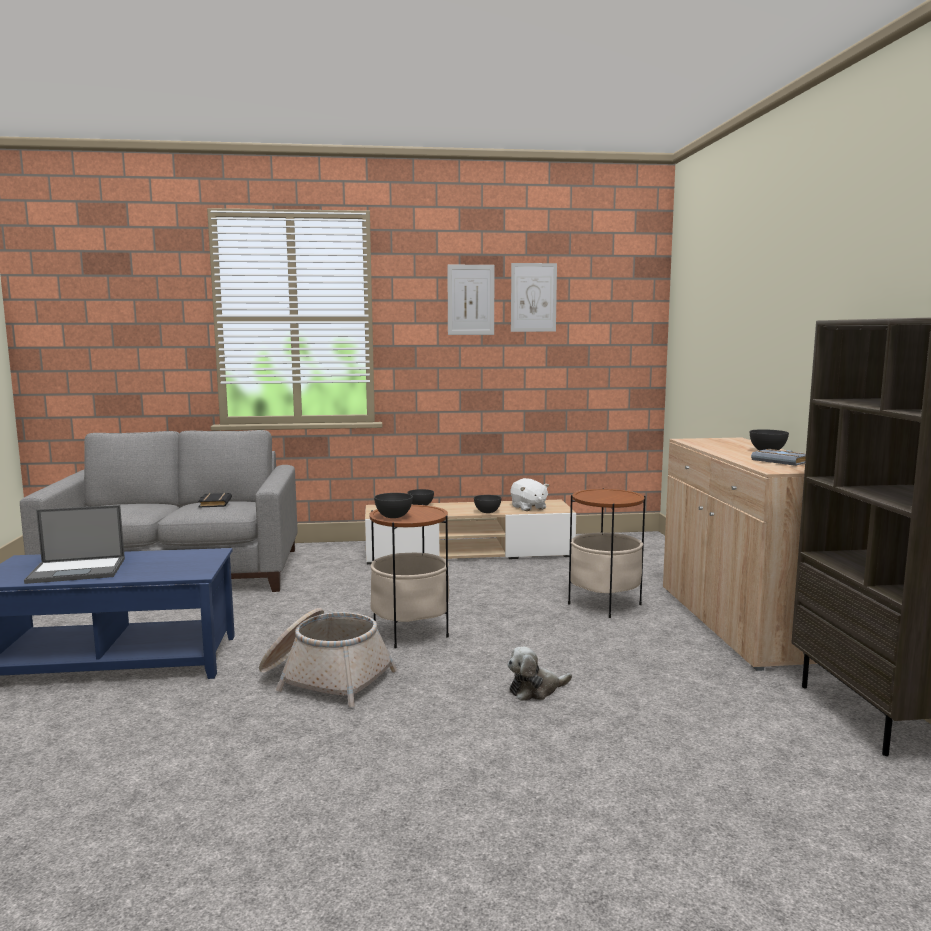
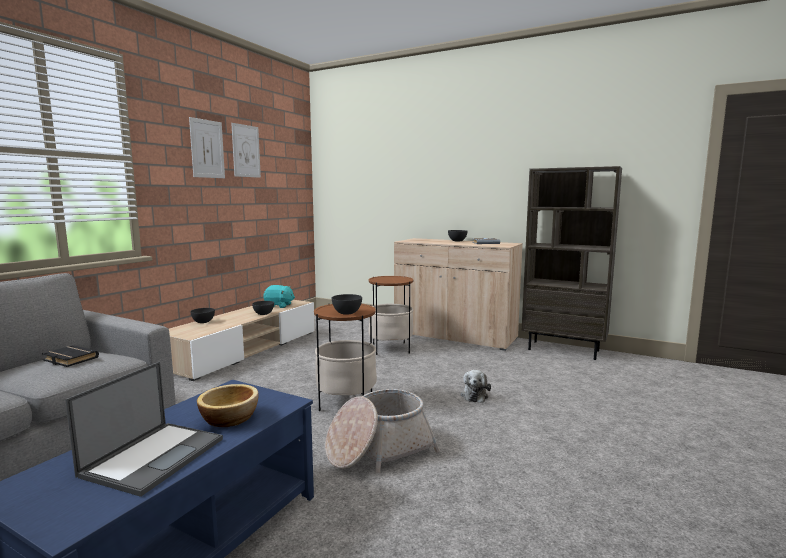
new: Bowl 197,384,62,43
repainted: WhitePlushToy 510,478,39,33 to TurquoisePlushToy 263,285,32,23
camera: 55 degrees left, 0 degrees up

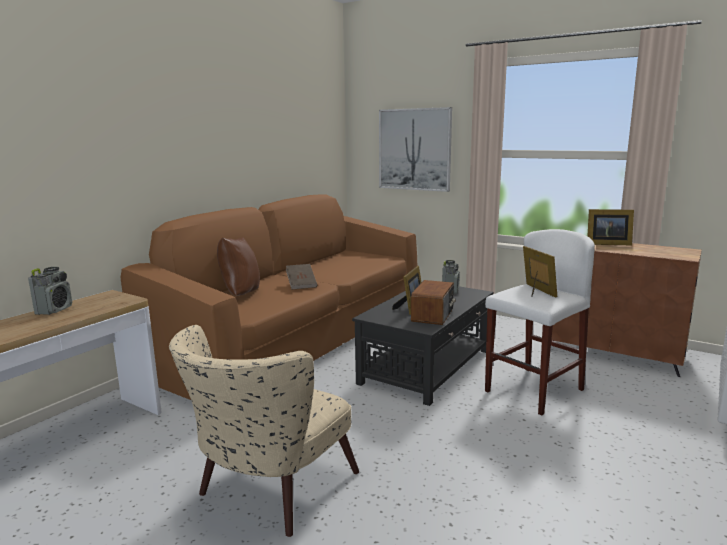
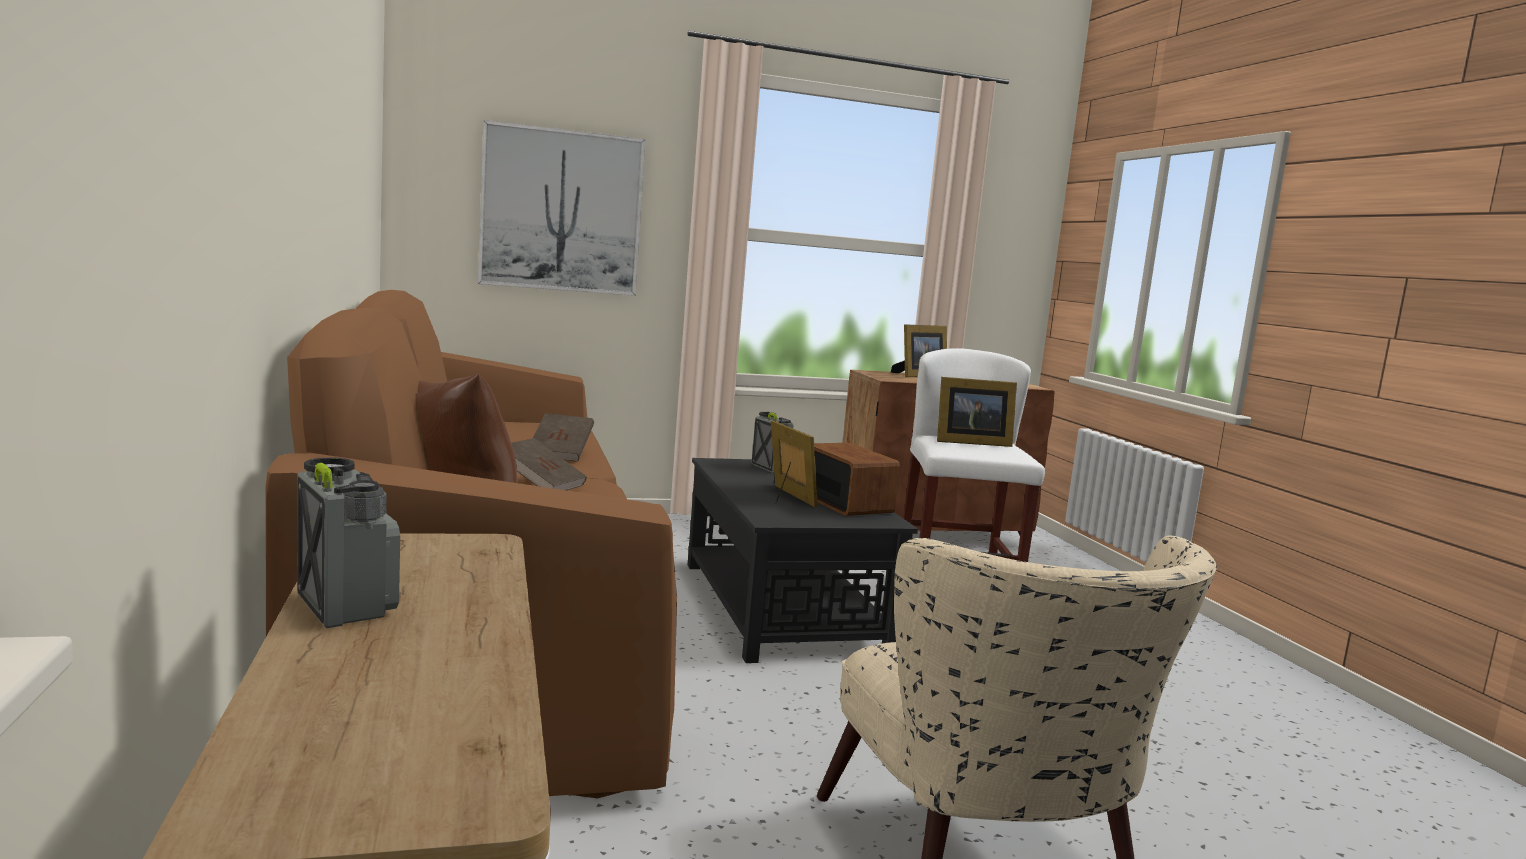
new: BrownBook 533,413,61,49
rotated: PictureFrame 523,246,34,52 = 937,377,80,70 150 degrees clockwise
camera: 50 degrees left, 5 degrees down

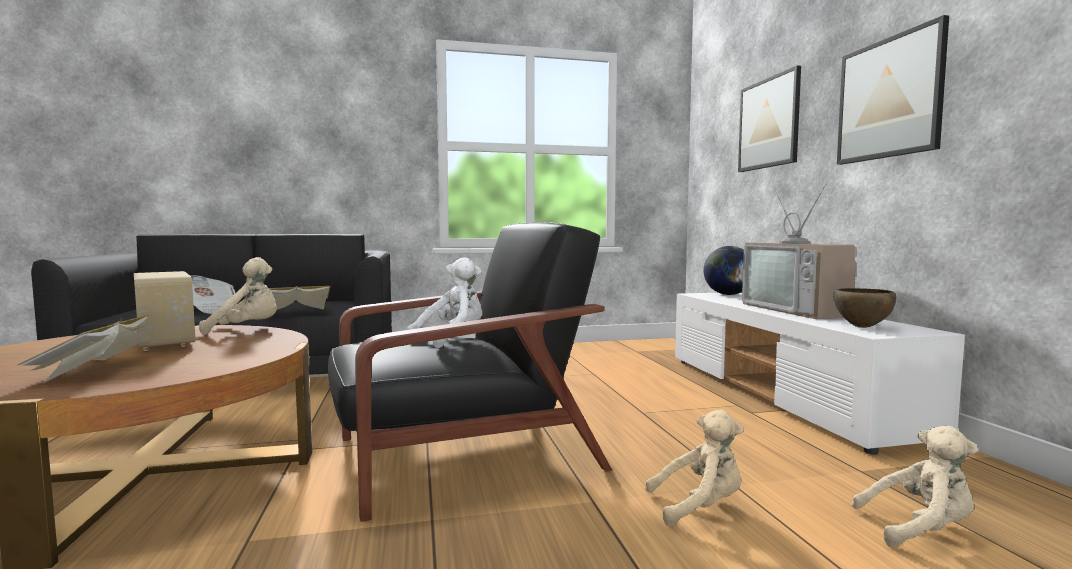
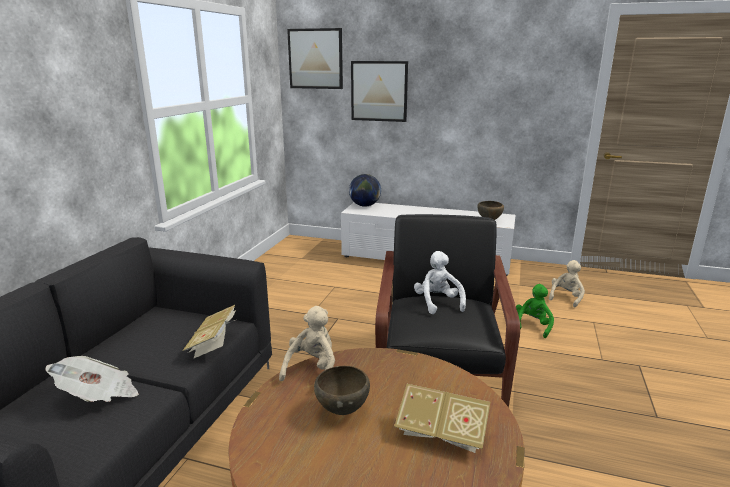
gone: Television 742,184,114,135
shifted: Picture 837,15,112,150 to 287,28,56,61
swapped: Radio 132,271,63,80 to BrownBowl 314,366,56,49
repainted: BeigePlushToy 645,410,99,116 to GreenPlushToy 516,284,38,54
camera: 60 degrees left, 15 degrees up

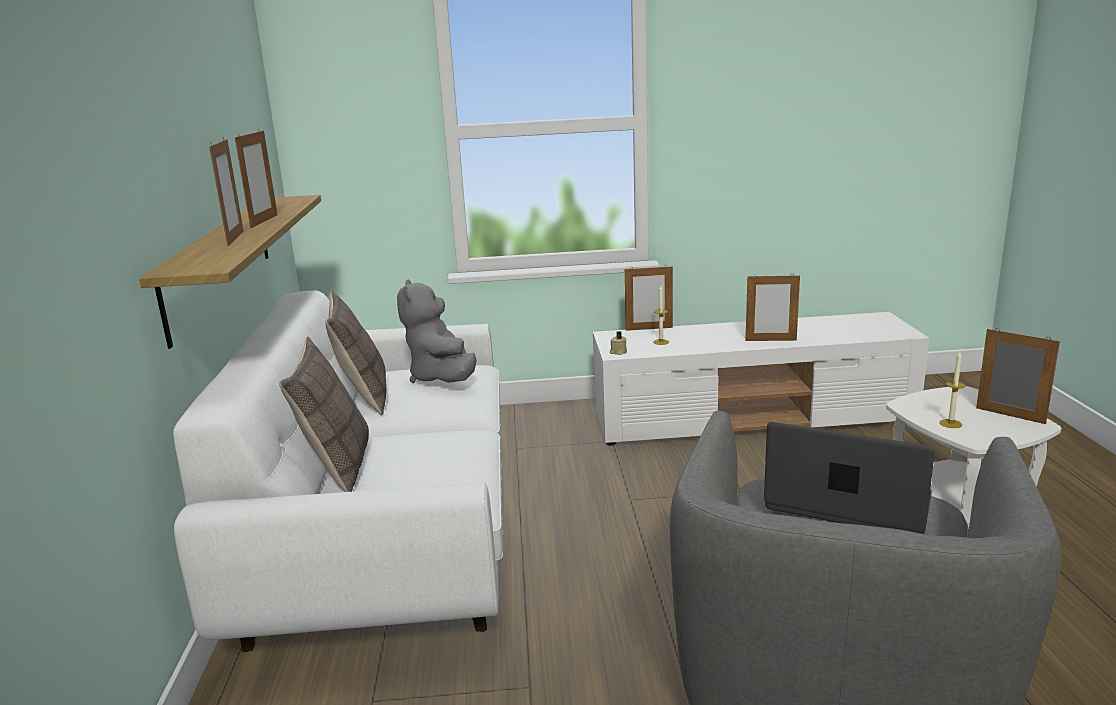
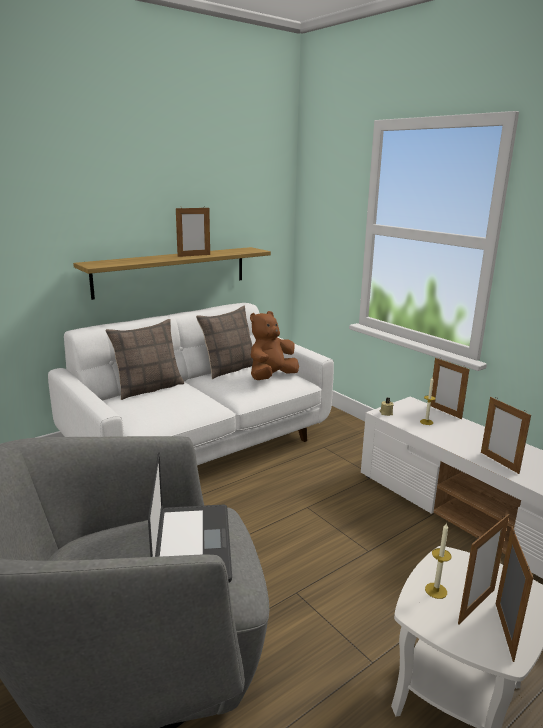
shifted: PictureFrame 209,137,35,109 to 458,514,51,111
repainted: GreyPlushToy 397,279,80,104 to BrownPlushToy 250,311,49,69
camera: 55 degrees right, 0 degrees up

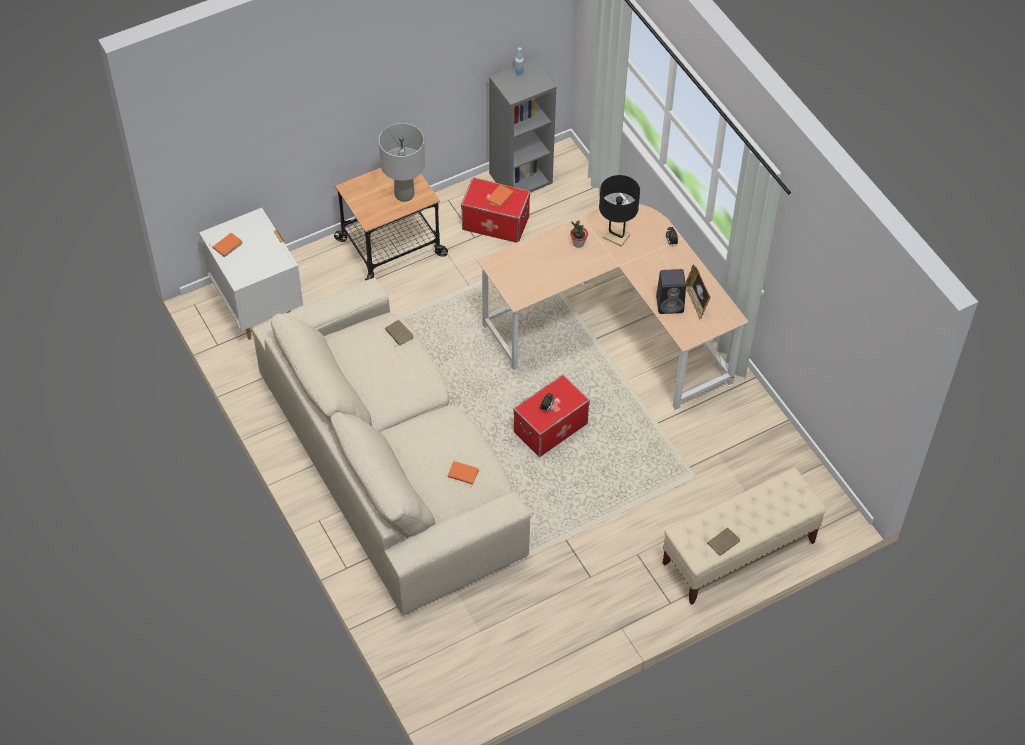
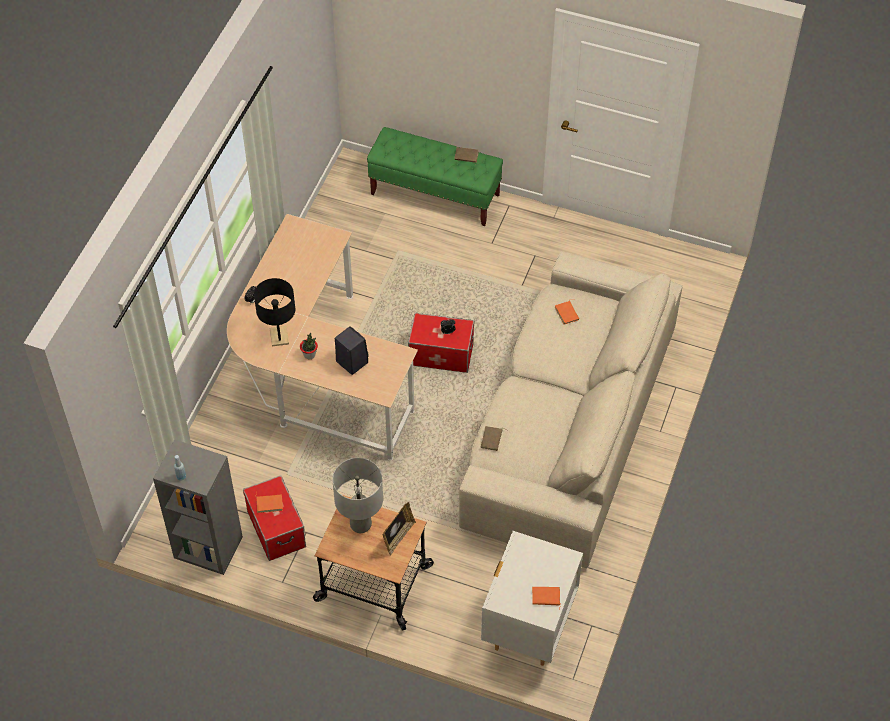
shifted: BlackSpeaker 656,269,30,45 to 335,326,34,49; PictureFrame 686,265,25,55 to 382,502,34,54
repainted: BeigeBench 663,468,163,137 to GreenBench 367,127,136,99
camera: 130 degrees left, 0 degrees up

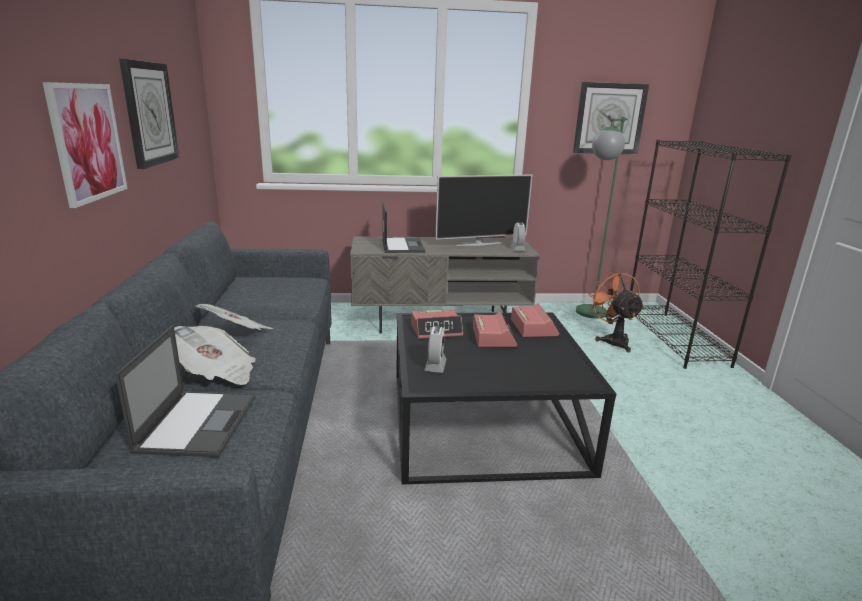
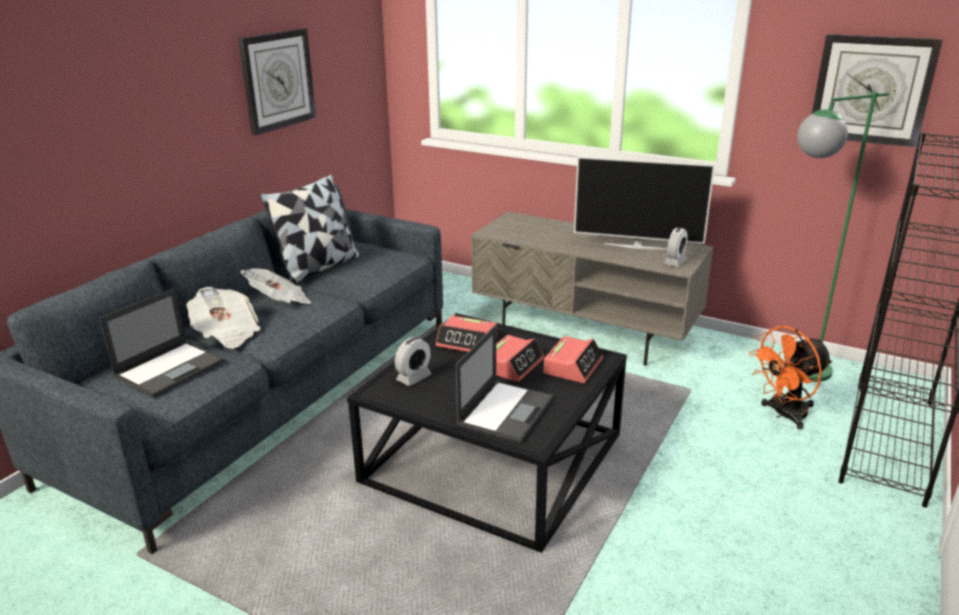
gone: Picture 42,82,86,126
new: Pillow 259,174,101,110
shifted: Laptop 382,202,43,51 to 456,325,98,118
rotated: OrangeFan 588,271,56,81 = 749,326,83,104 135 degrees counterclockwise
camera: 35 degrees right, 5 degrees up

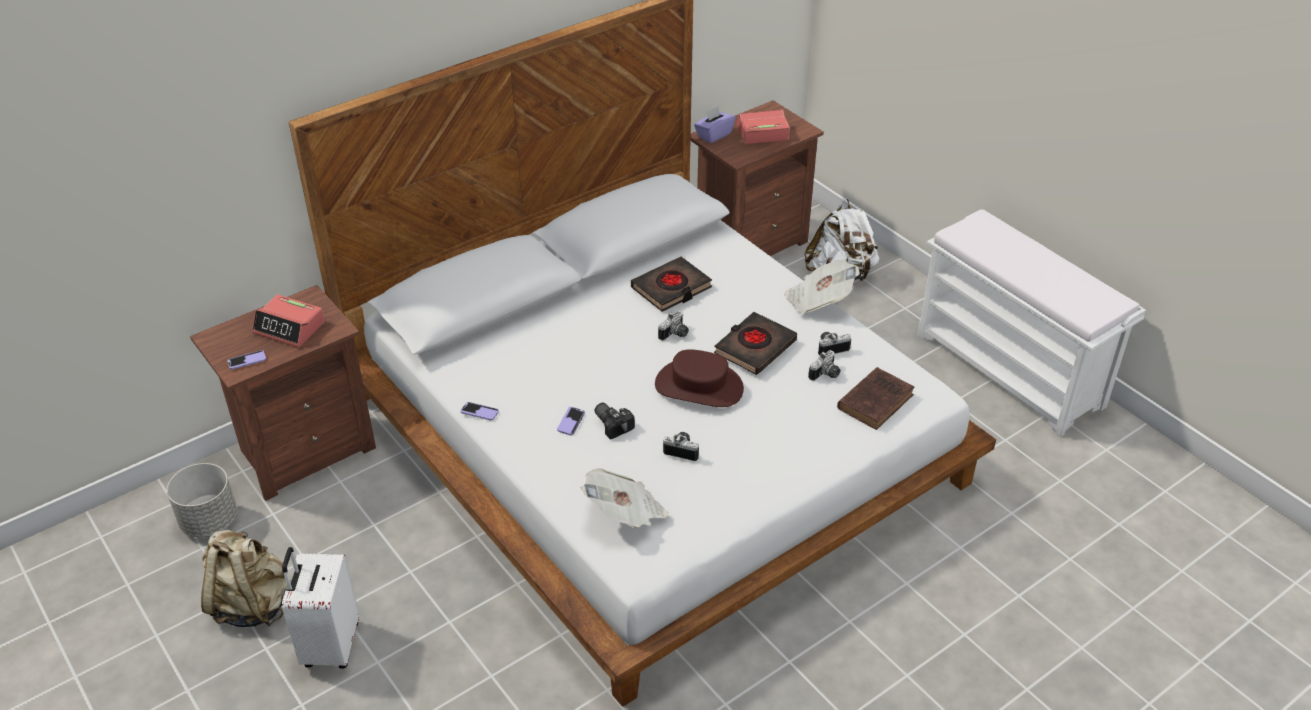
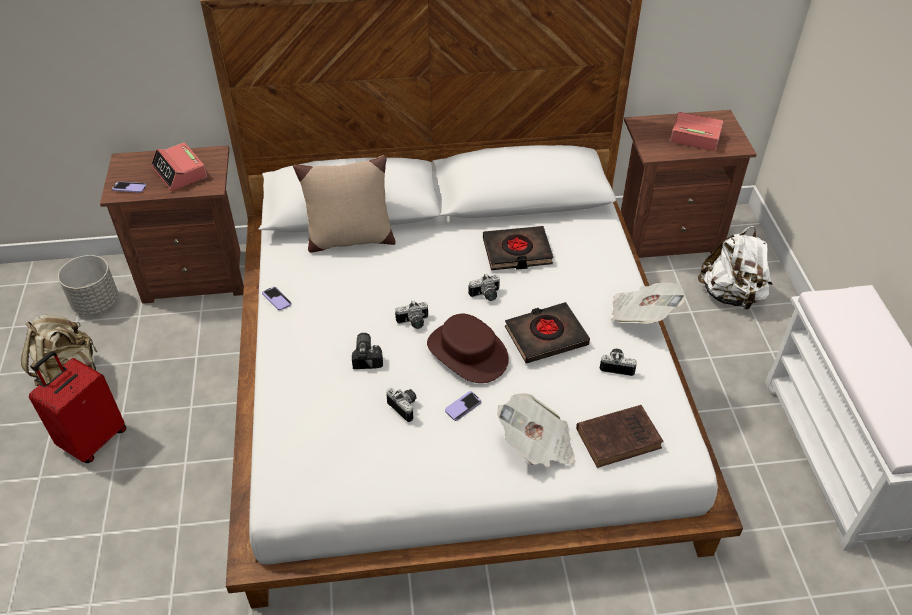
gone: PurpleTissueBox 694,106,41,37
new: BeigePillow 293,155,103,98
shifted: PhotoCamera 808,350,33,31 to 395,301,33,28; Phone 557,407,28,28 to 445,391,36,30; Newspaper 581,468,88,60 to 497,393,79,74
repainted: WhiteSuitcase 282,547,77,122 to RedSuitcase 29,351,97,112
camera: 30 degrees right, 5 degrees up

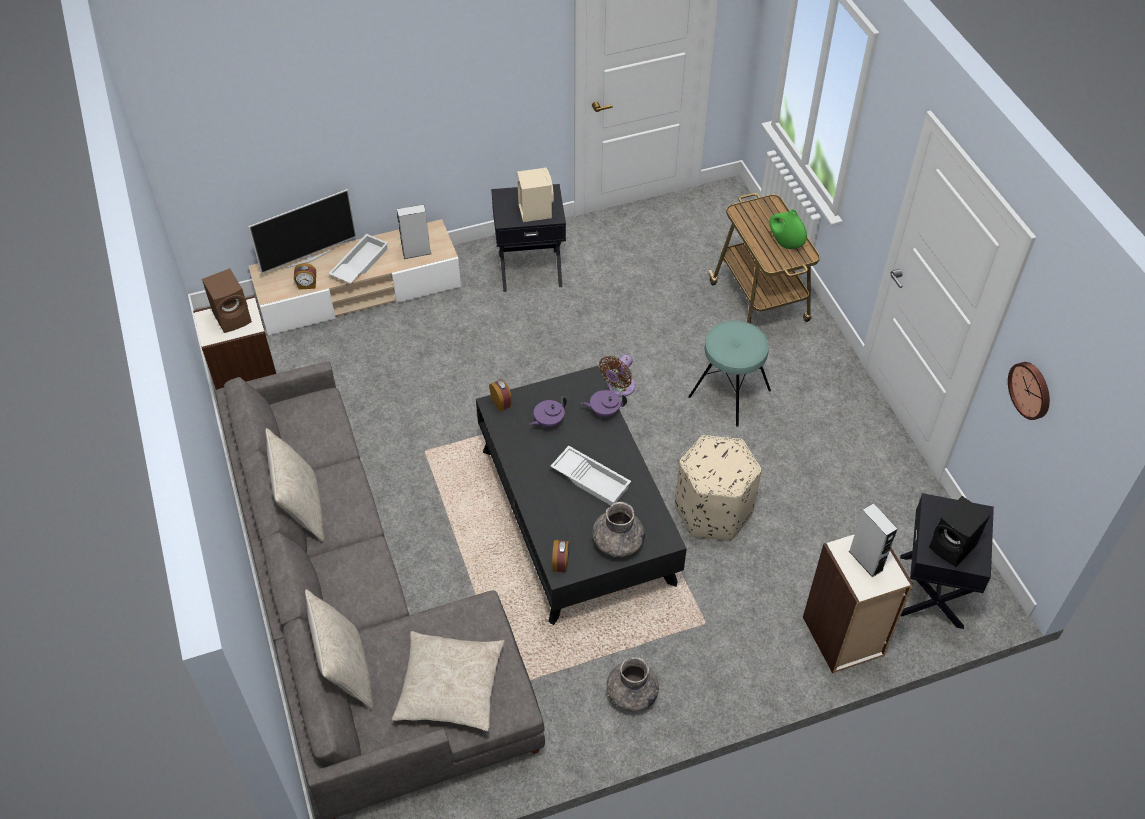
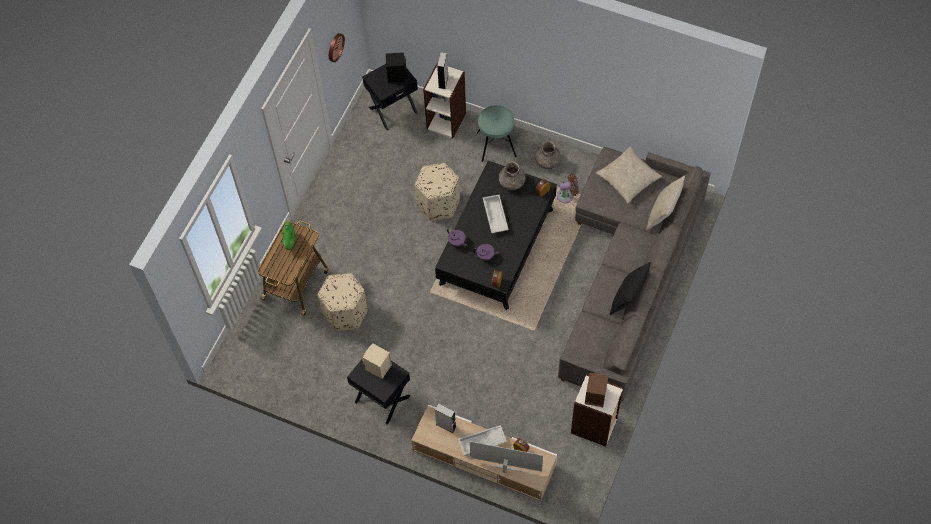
new: BeigeOttoman 318,273,50,58
shifted: TurquoiseStool 688,321,83,106 to 477,105,40,57; BrownFan 599,354,36,43 to 557,173,22,30
repainted: BeigePillow 266,428,58,114 to BlackPillow 609,262,42,53
camera: 135 degrees left, 10 degrees up

